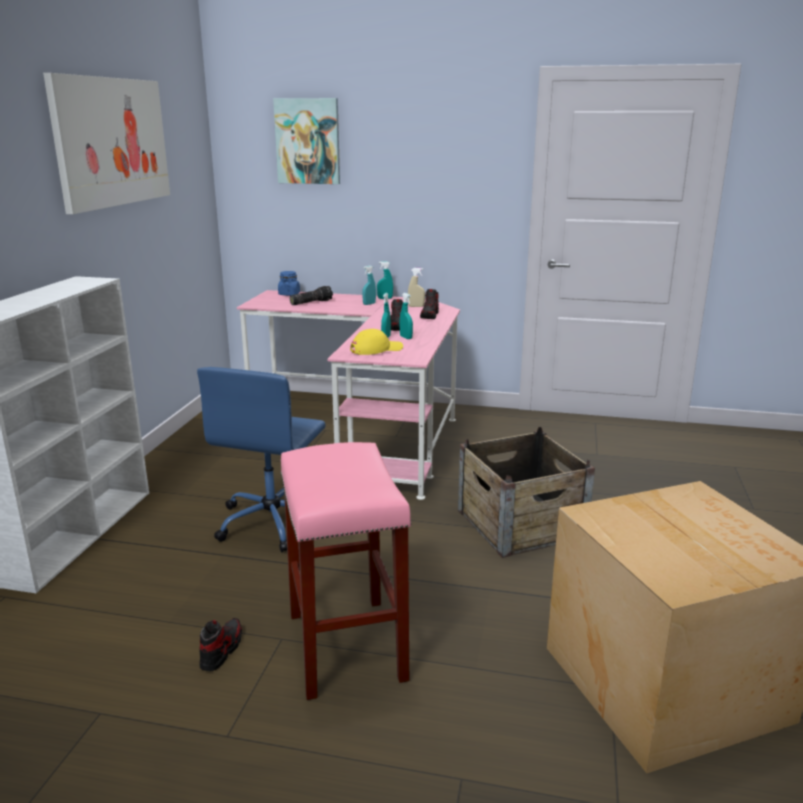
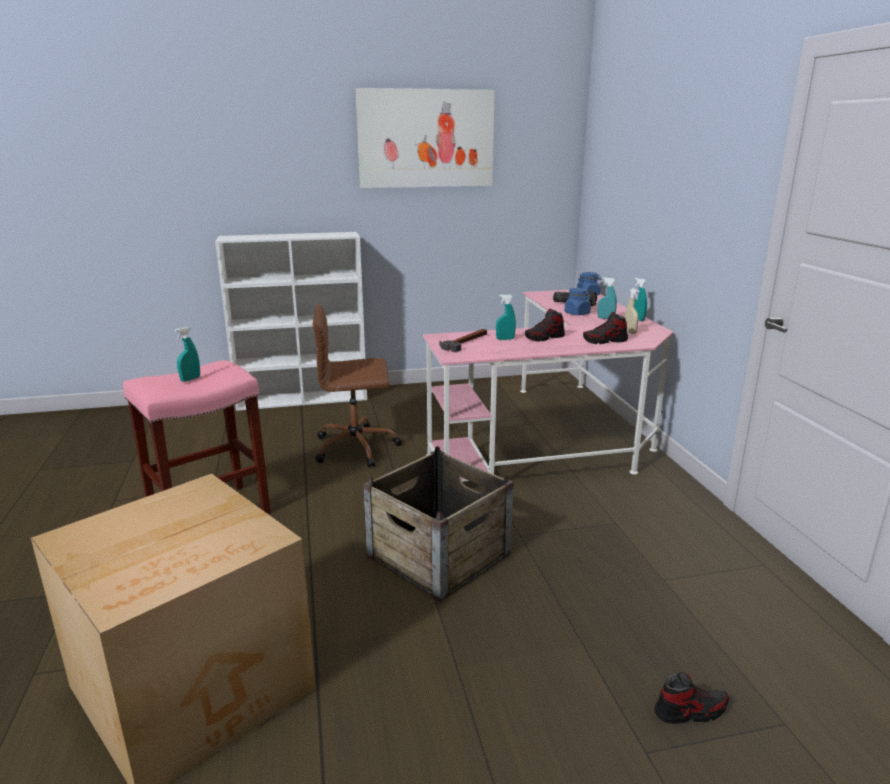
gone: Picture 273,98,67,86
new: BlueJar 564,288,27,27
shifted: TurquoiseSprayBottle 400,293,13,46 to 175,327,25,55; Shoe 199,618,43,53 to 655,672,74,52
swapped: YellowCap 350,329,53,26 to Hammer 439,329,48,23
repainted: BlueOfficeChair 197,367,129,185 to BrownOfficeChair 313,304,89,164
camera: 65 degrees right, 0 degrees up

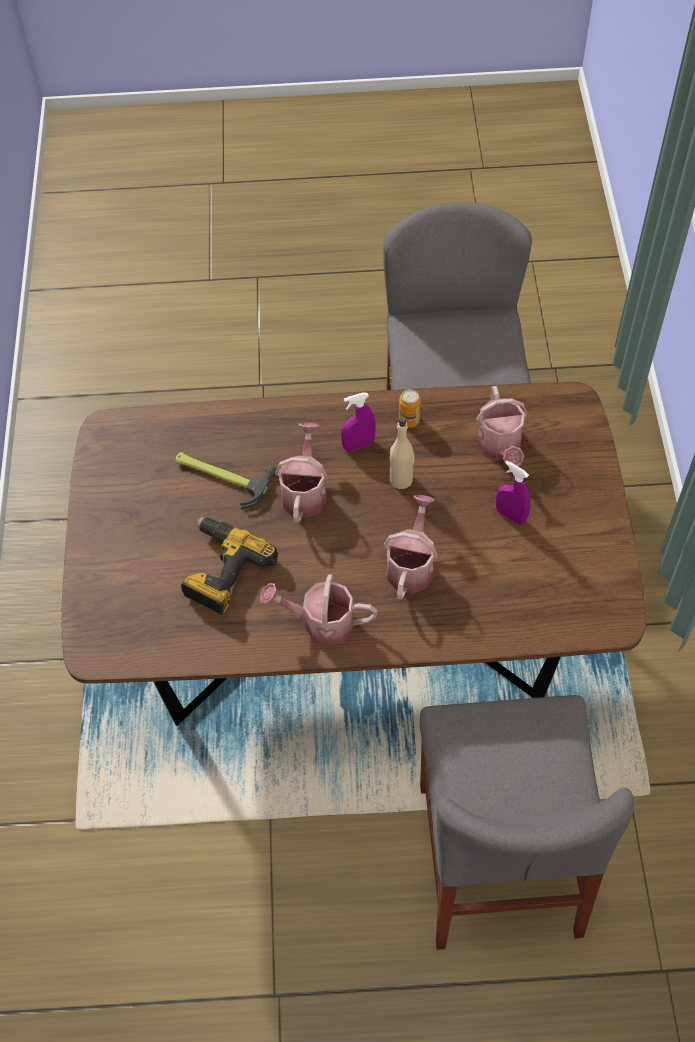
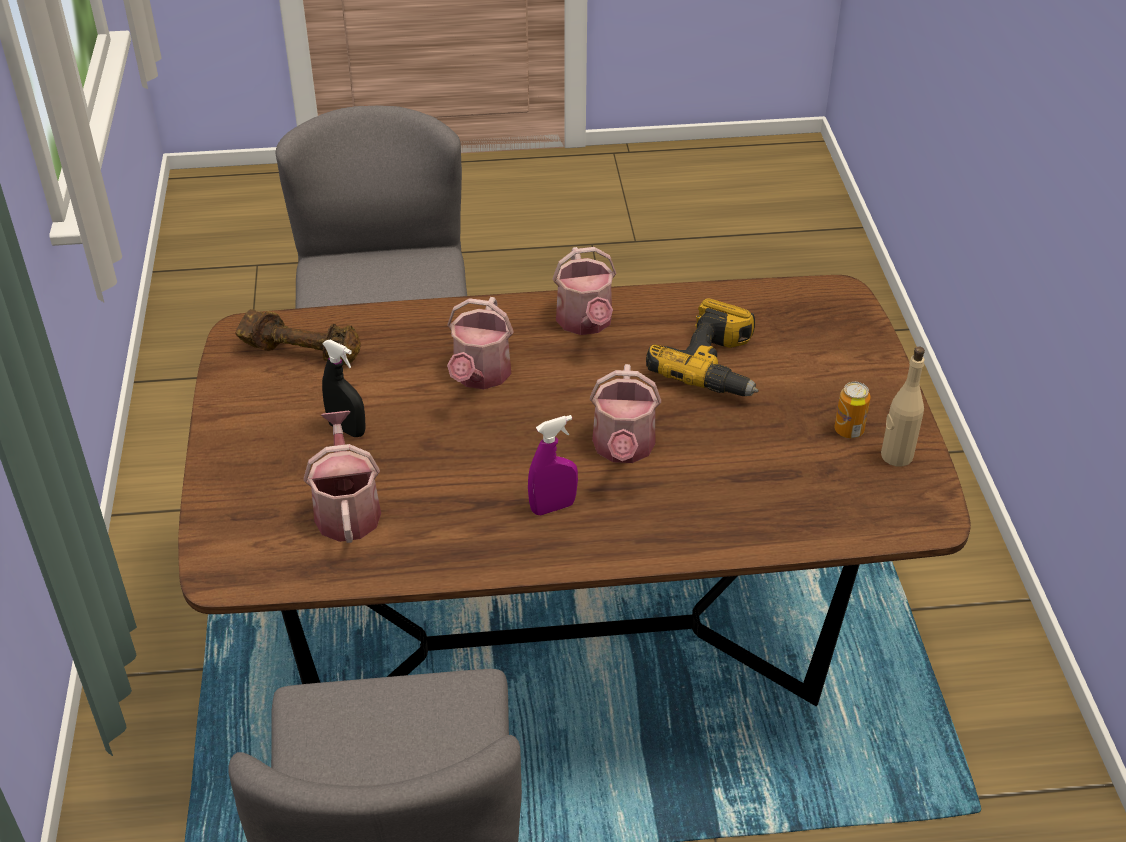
gone: Hammer 175,452,102,57
new: BrownDumbbell 235,309,126,56
shifted: Can 399,389,22,39 to 834,382,37,56; BeigeBottle 390,417,25,72 to 881,346,44,121
repainted: PurpleSprayBottle 496,461,34,64 to BlackSprayBottle 322,340,44,97
rotated: WateringCan 260,574,118,72 = 552,247,65,88 75 degrees clockwise
camera: 175 degrees right, 15 degrees down

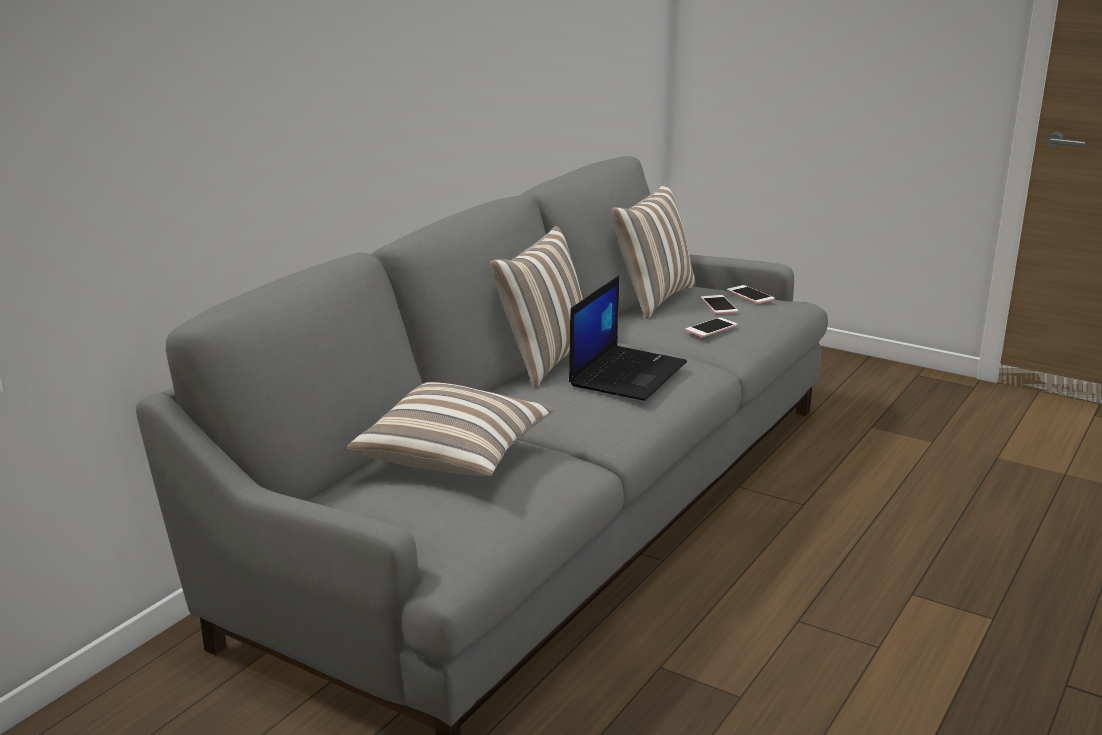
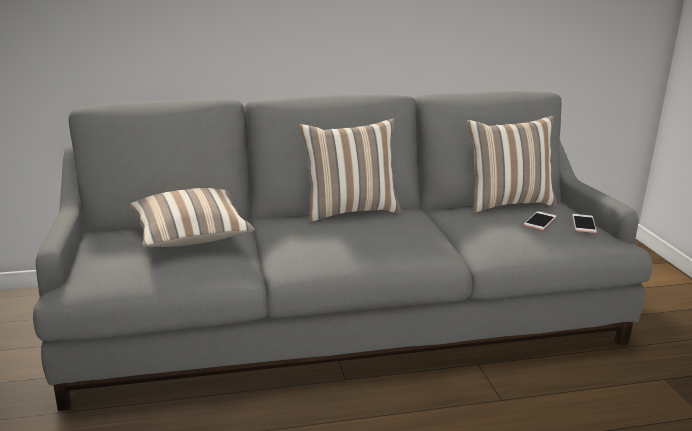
gone: Laptop 569,276,118,125; Phone 686,317,51,20
camera: 45 degrees right, 0 degrees up

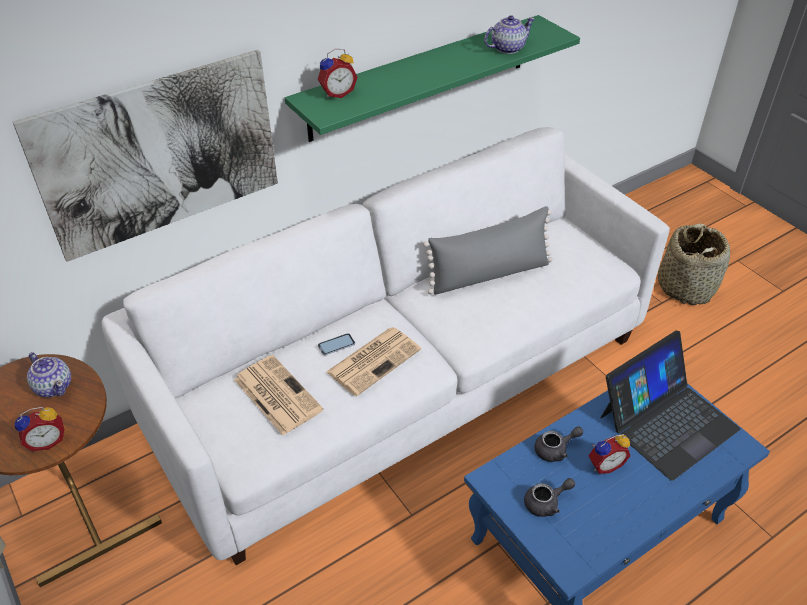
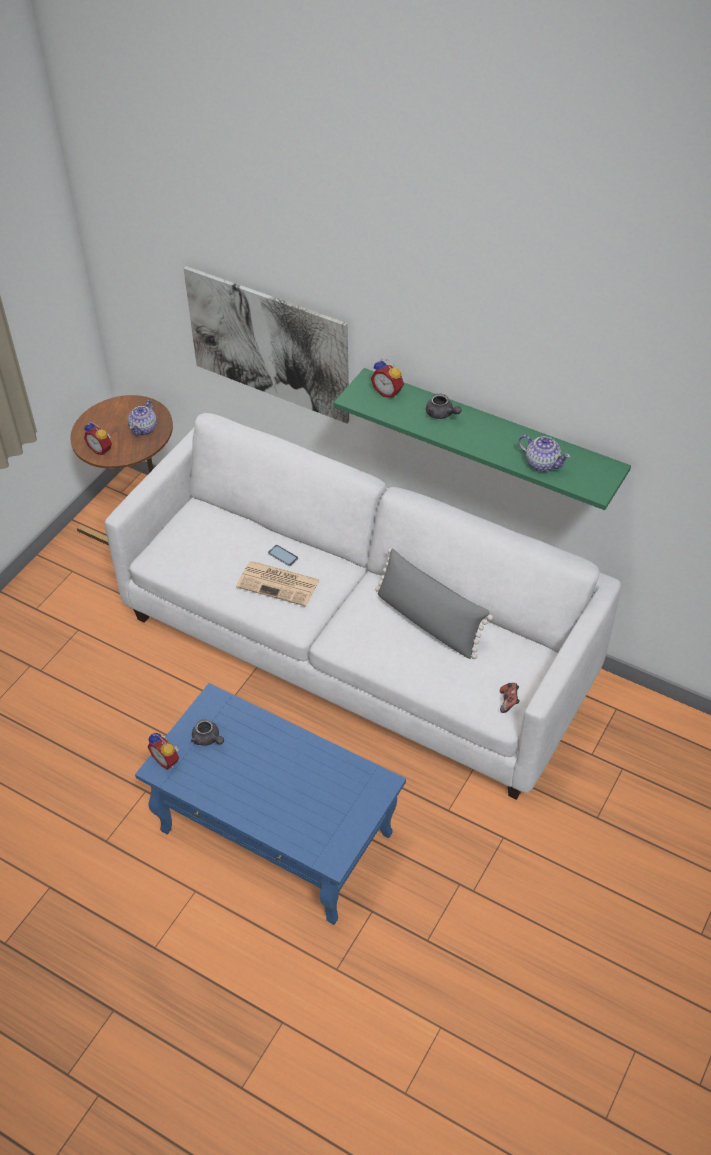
gone: Newspaper 234,355,89,80; Laptop 601,330,139,151; Basket 658,223,72,82
new: GameController 500,683,20,30
shifted: AlarmClock 588,434,42,40 to 148,733,31,37; GreyTeapot 535,426,48,36 to 426,394,36,25
camera: 65 degrees right, 5 degrees up

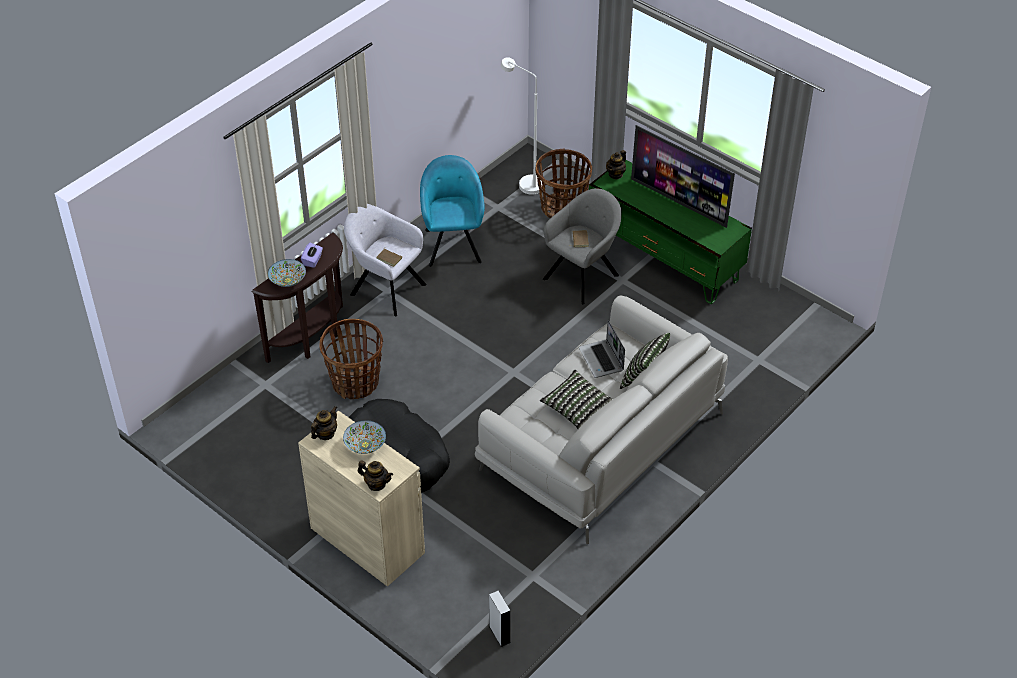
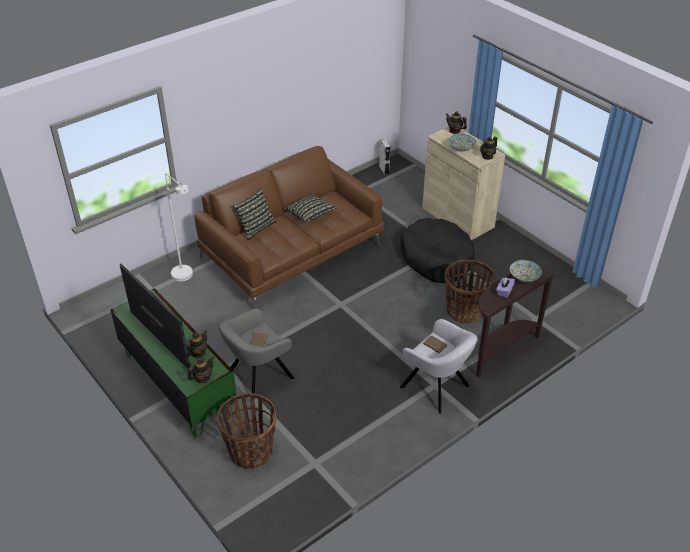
gone: TurquoiseArmchair 420,155,65,112; Laptop 579,320,46,58
new: Teapot 186,330,21,28
shifted: WhiteFloorLamp 501,57,44,138 to 165,173,28,109
repainted: GreySofa 475,296,253,248 to BrownSofa 194,146,190,163
camera: 170 degrees left, 5 degrees down

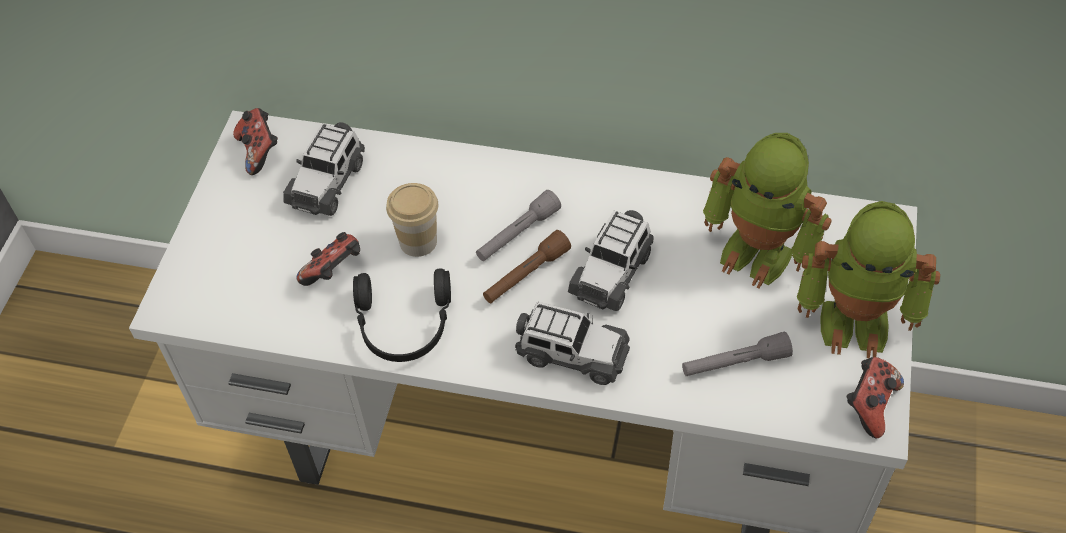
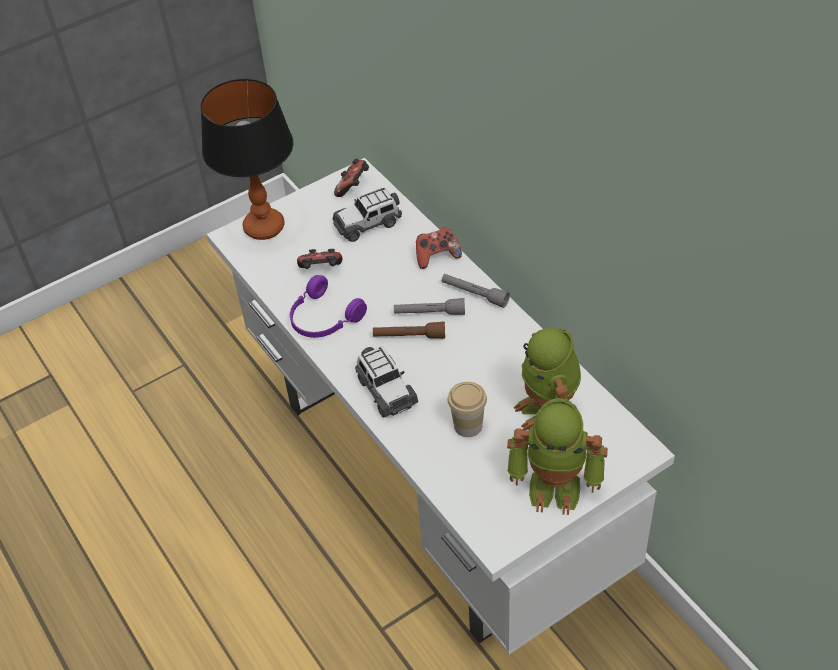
gone: ToyCar 568,210,86,101
new: TableLamp 201,79,92,161
shifted: GameController 847,357,57,81 to 416,227,46,42; GreyFlashlight 682,332,111,44 to 442,274,68,34; Cup 386,183,52,74 to 448,382,39,55
repainted: BlackHeadphones 353,268,98,94 to PurpleHeadphones 290,275,77,63
rotated: ToyRobot 797,201,143,157 = 507,398,101,117 45 degrees counterclockwise
camera: 45 degrees right, 5 degrees down

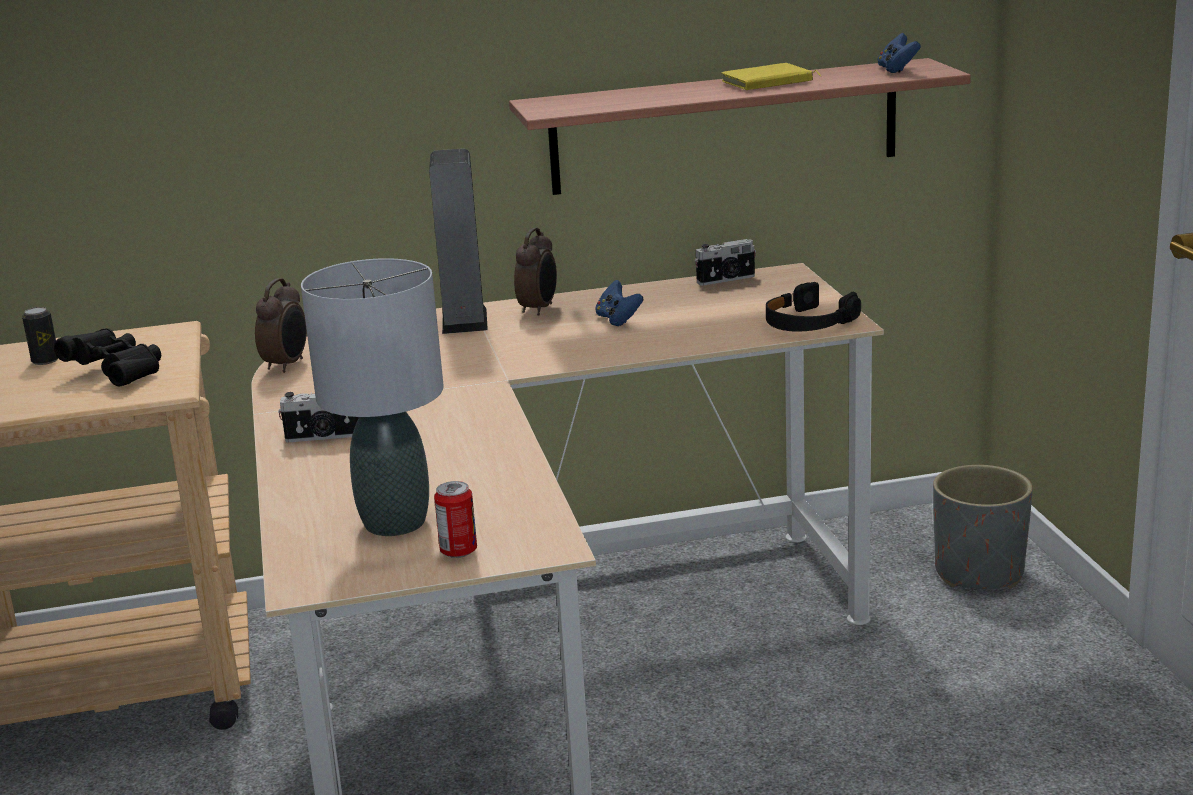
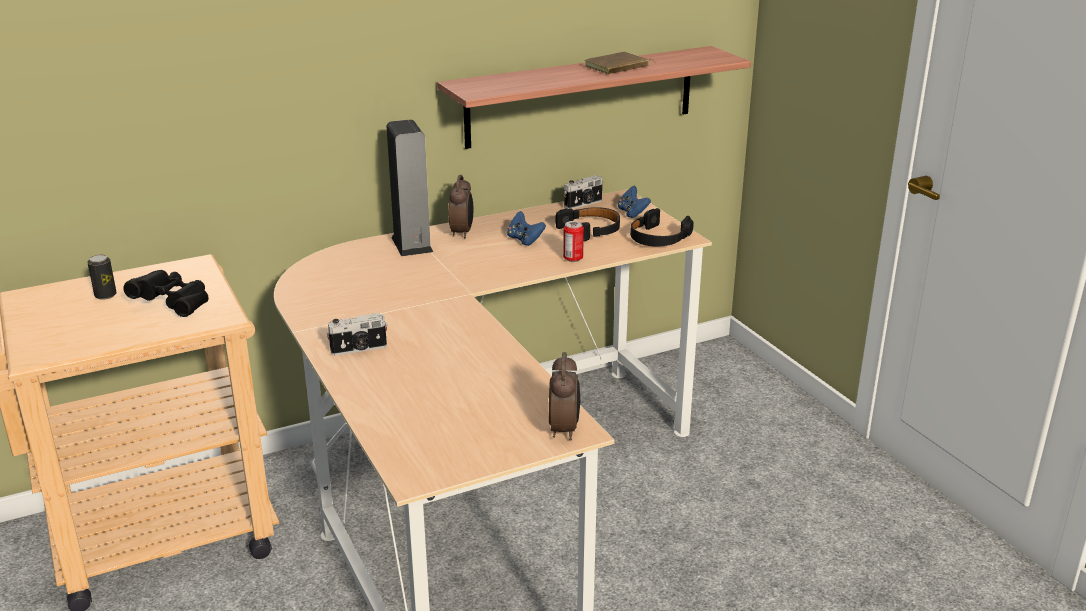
gone: GreyTableLamp 301,258,143,278; GreyPlanter 933,465,100,124
new: BlackHeadphones 555,207,65,35
shifted: AlarmClock 255,278,52,95 to 549,352,31,89; Can 434,481,43,77 to 563,221,21,41; BlueGameController 878,33,43,40 to 618,186,33,32
repainted: YellowBook 722,63,99,27 to BrownBook 585,52,72,22
camera: 15 degrees left, 5 degrees up

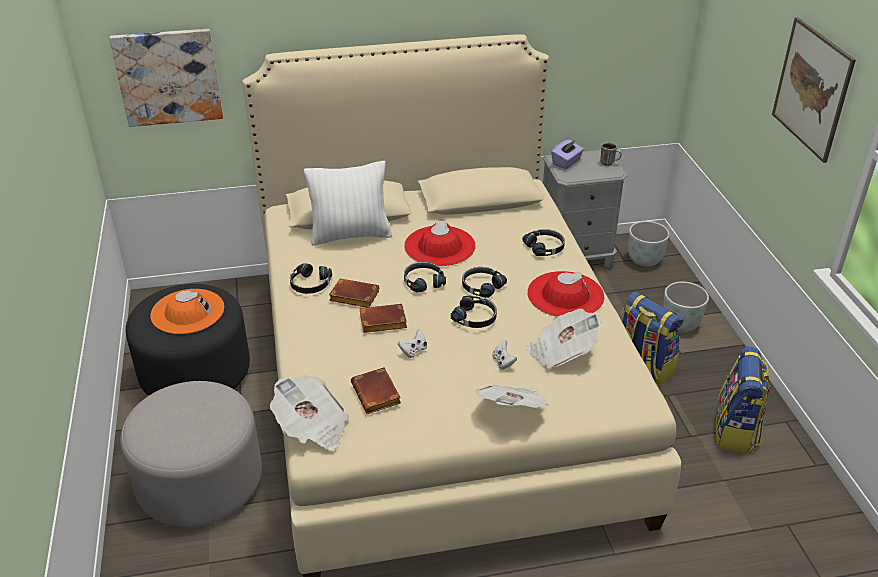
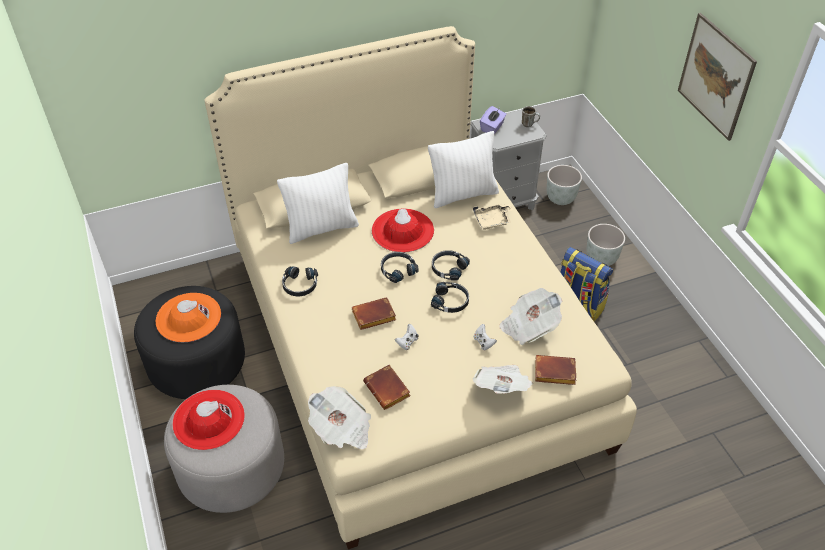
gone: Picture 110,29,113,98; Backpack 715,346,55,107
new: WhitePillow 428,131,71,77
shifted: RedHat 527,271,77,46 to 173,390,72,60; BrownBook 329,279,50,28 to 535,355,41,30
swapped: BlackHeadphones 523,229,42,27 to BeigeTray 473,204,40,26
camera: 10 degrees left, 10 degrees up

